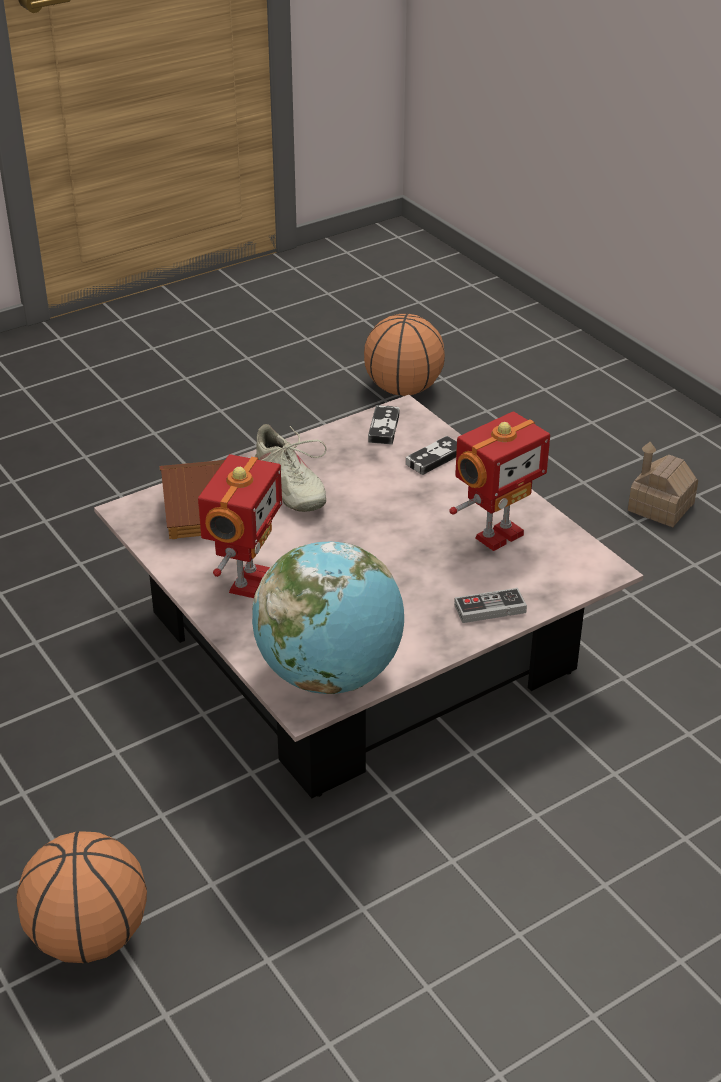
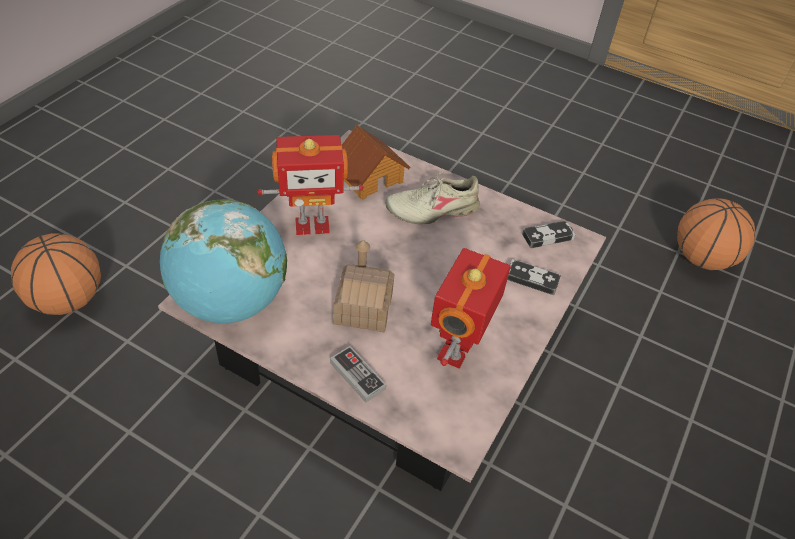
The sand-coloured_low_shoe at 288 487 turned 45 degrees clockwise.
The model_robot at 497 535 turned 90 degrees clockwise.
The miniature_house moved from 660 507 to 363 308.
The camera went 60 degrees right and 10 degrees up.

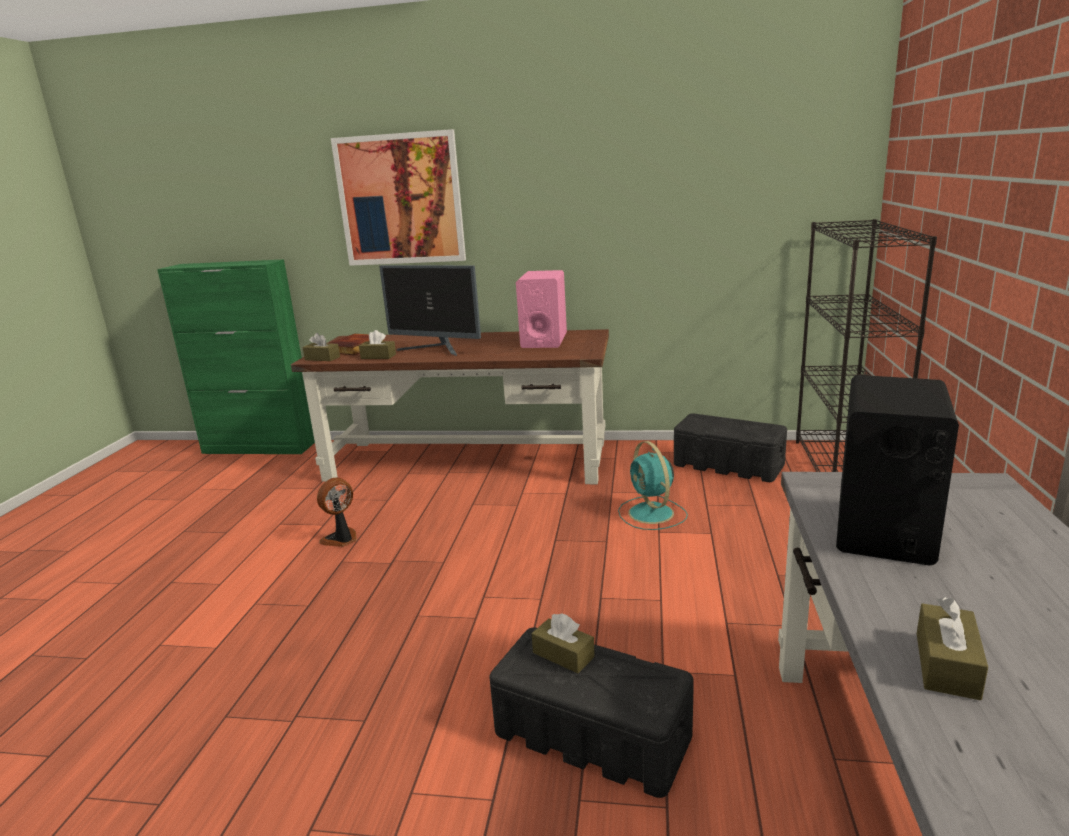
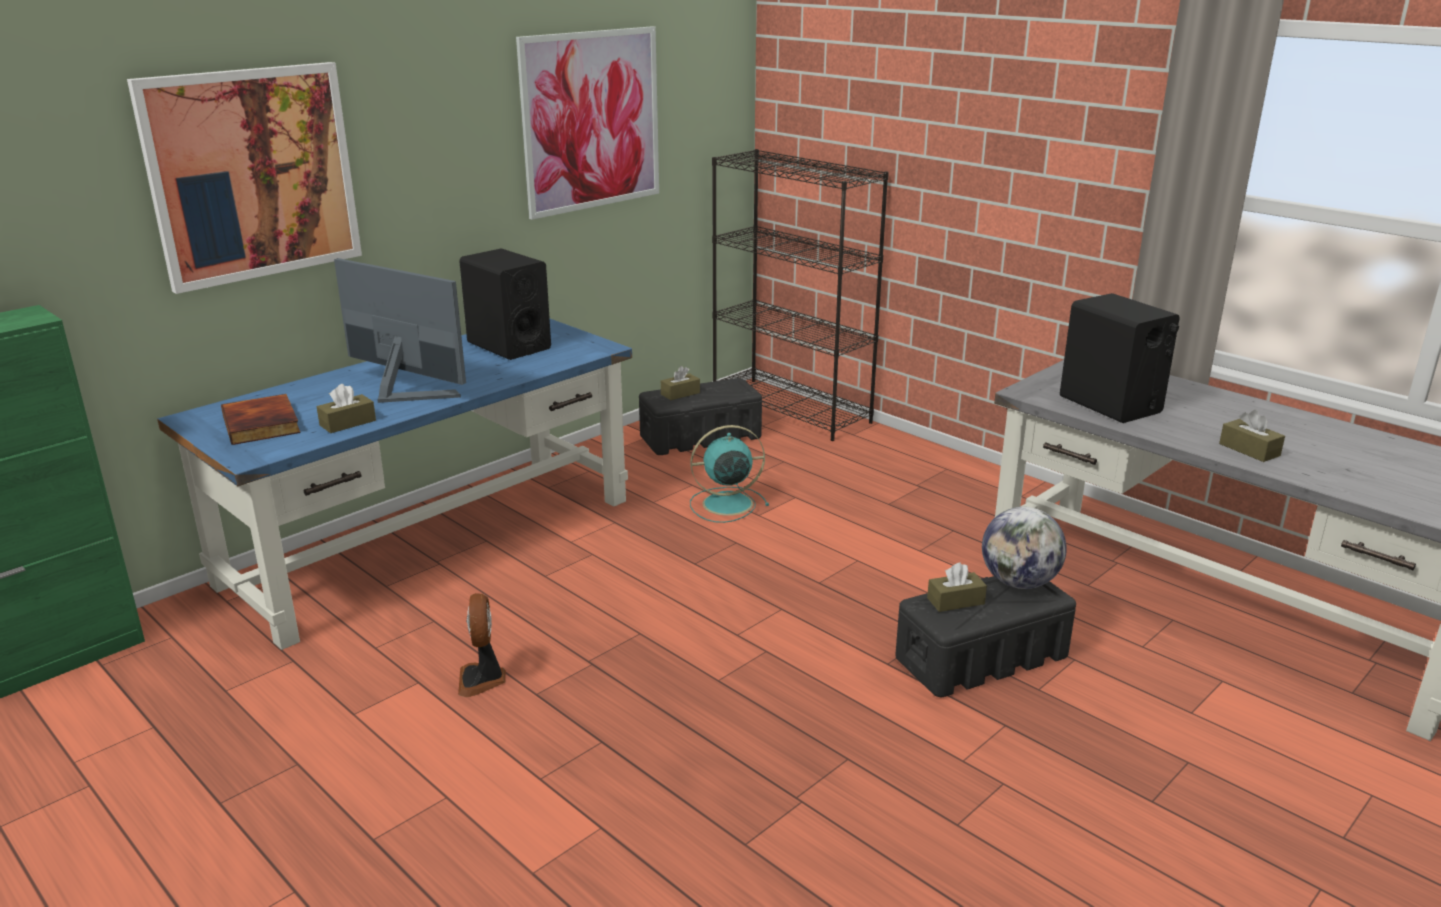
The brownish_desk_unit at 469 461 became the blue-coloured_desk_unit at 433 540.
The brownish_box_of_tissues moved from 322 358 to 680 393.
The computer_screen at 437 349 turned 120 degrees counterclockwise.
The pink_audio_speaker at 544 341 became the blackish_audio_speaker at 508 345.
The turquoise-coloured_electric_fan at 652 514 turned 150 degrees clockwise.
The wall_picture at 591 121 appeared.
The desk_globe at 1019 582 appeared.
The camera went 55 degrees left and 5 degrees up.

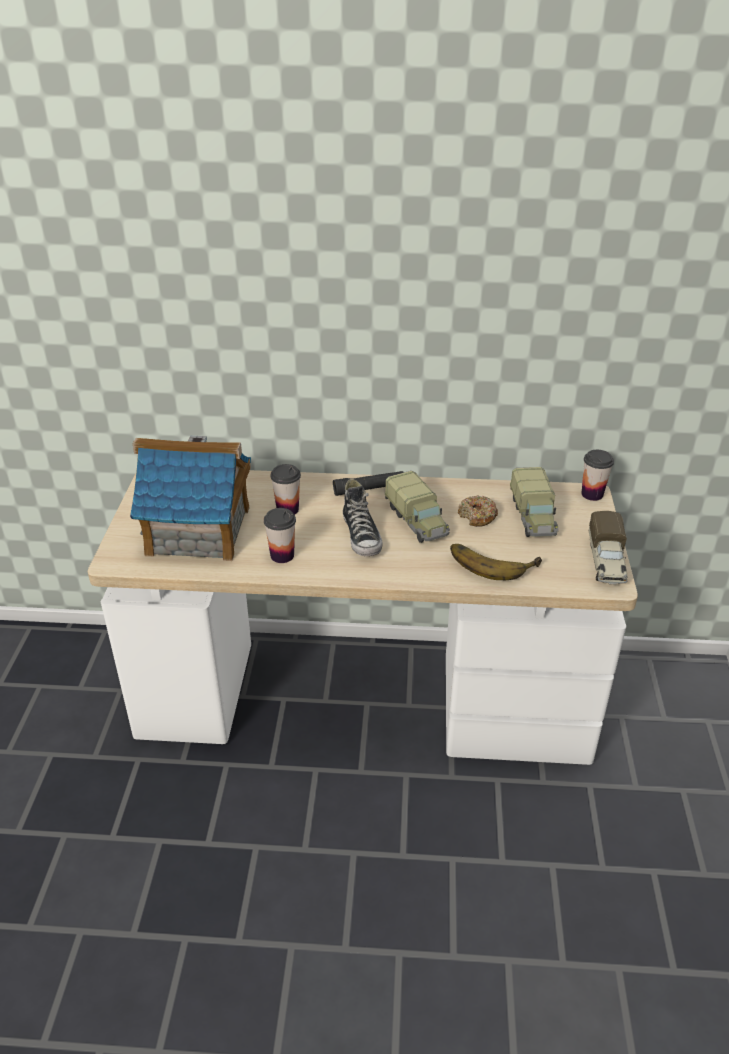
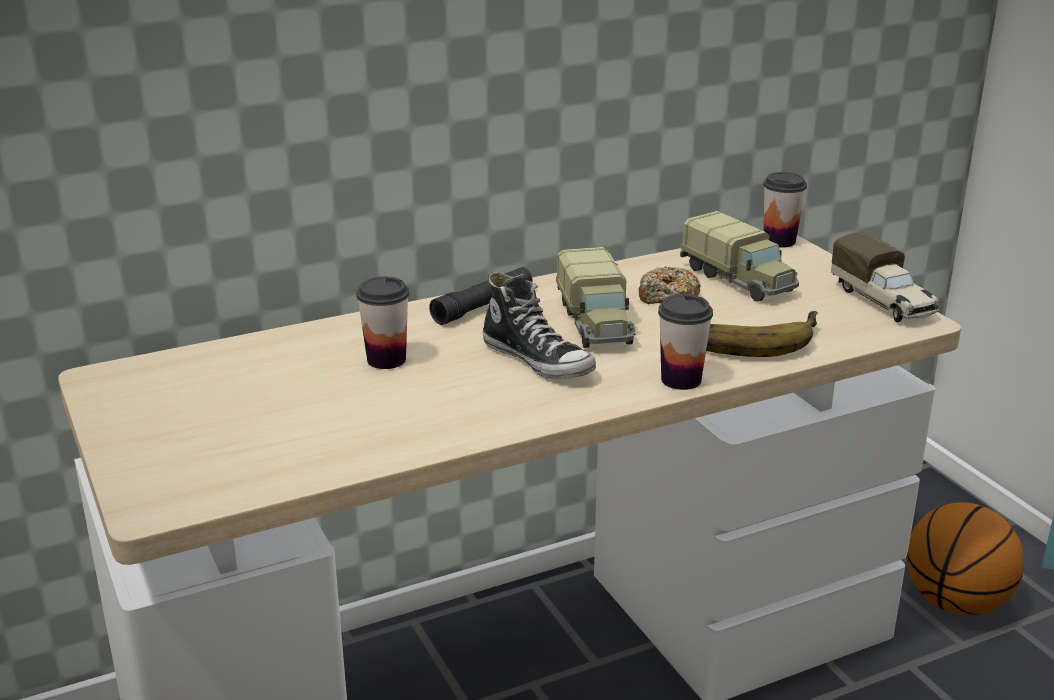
The miniature_house at 199 531 disappeared.
The drinking_cup moved from 282 555 to 681 380.
The model_truck at 417 521 turned 45 degrees clockwise.
The ball_for_basketball at 956 603 appeared.
The camera went 30 degrees left and 10 degrees down.

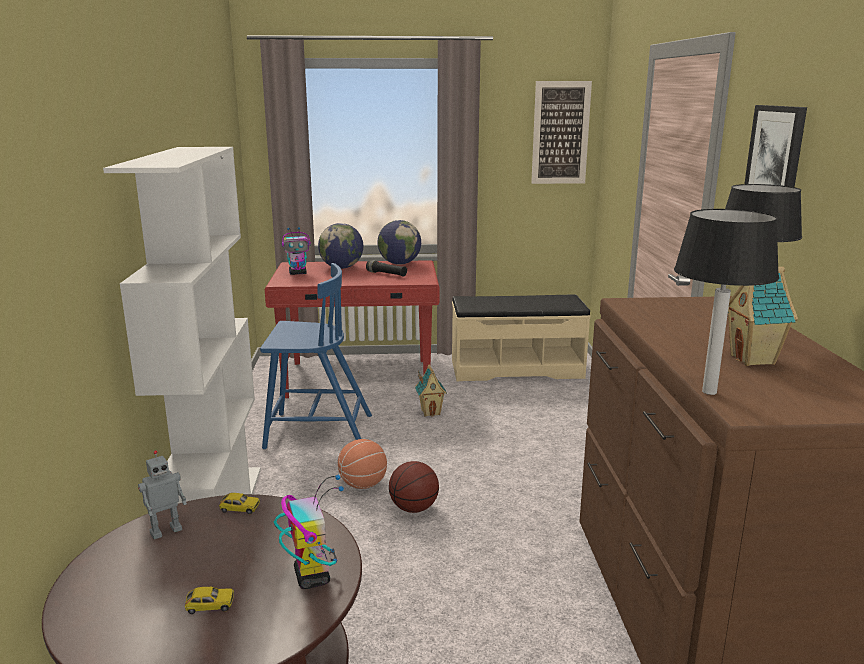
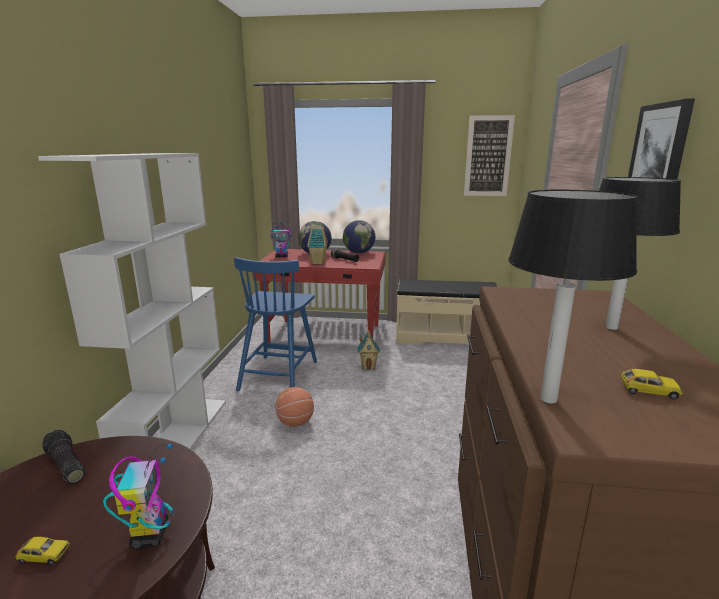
The model_robot at 165 530 was replaced by the flashlight at 65 466.
The toy_car moved from 240 508 to 648 390.
The blue-coloured_chair at 316 431 turned 90 degrees clockwise.
The ball_for_basketball at 414 508 disappeared.
The miniature_house moved from 754 359 to 318 262.
The camera went 10 degrees right and 0 degrees up.

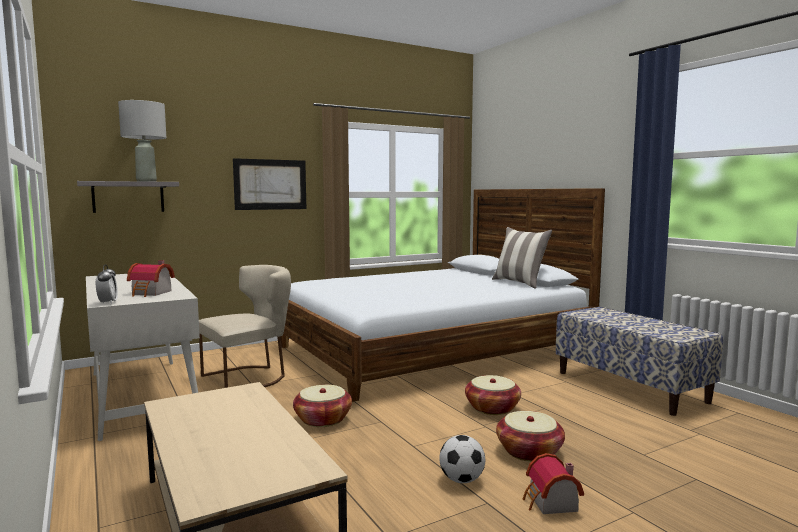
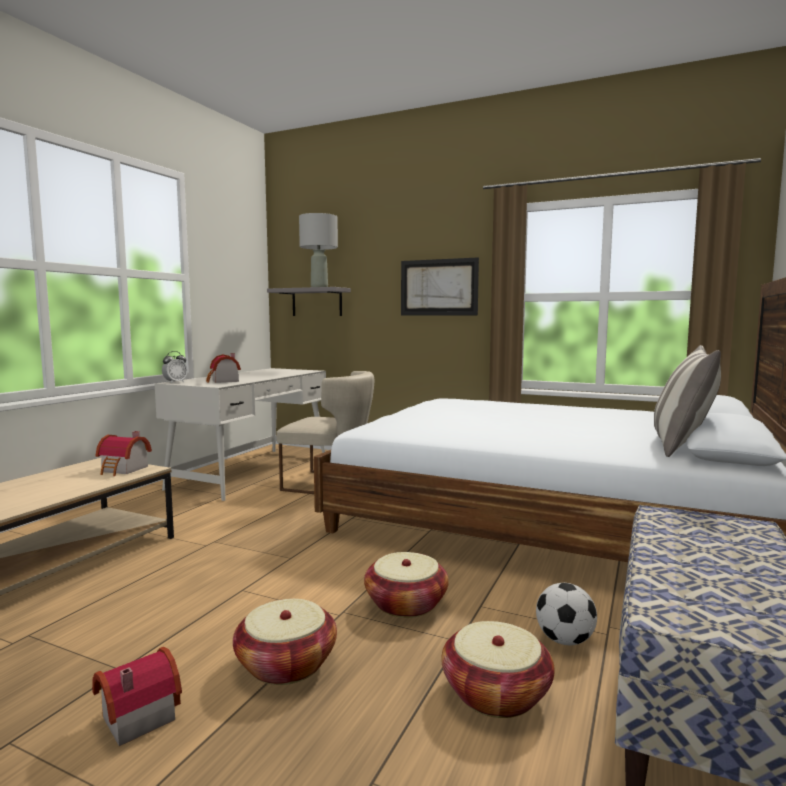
The basket moved from 322 419 to 495 693.
The ball_for_football moved from 462 480 to 565 640.
The miniature_house at 124 470 appeared.
The camera went 55 degrees right and 0 degrees up.

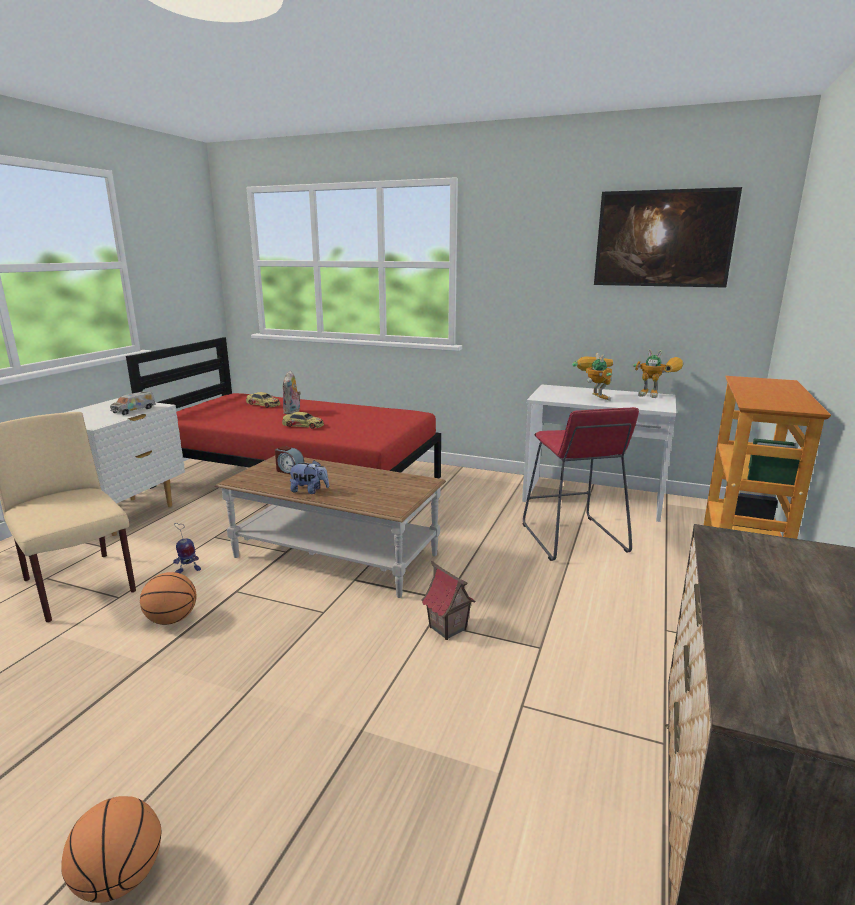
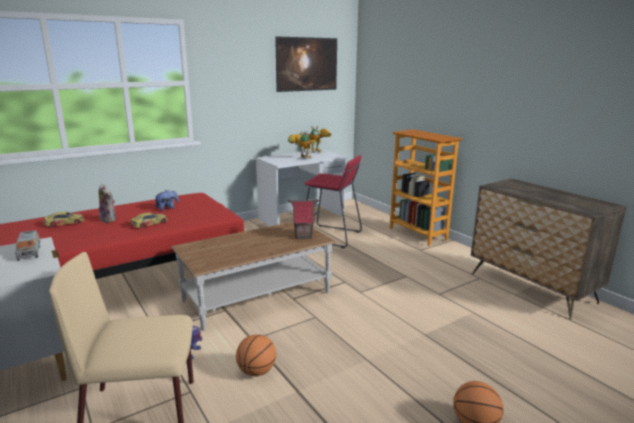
The alarm_clock at 289 471 disappeared.
The soft_toy moved from 309 491 to 167 208.
The miniature_house moved from 447 628 to 303 236.
The camera went 55 degrees left and 0 degrees up.

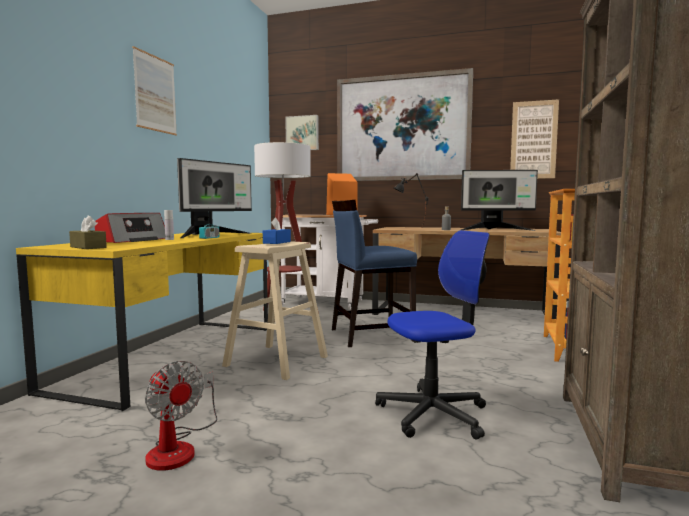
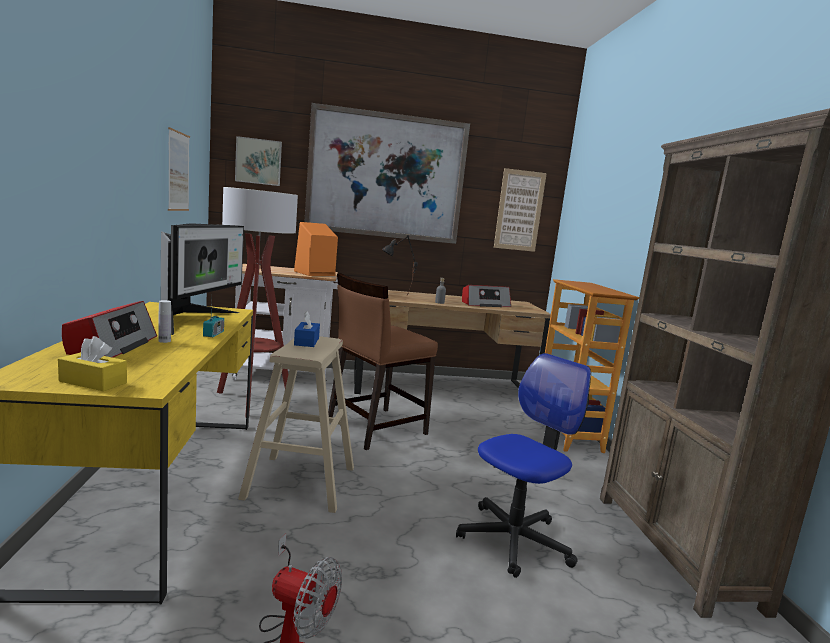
The brownish_box_of_tissues at 88 247 became the yellow_box_of_tissues at 93 382.
The wall_picture moved from 155 93 to 178 171.
The blue-coloured_chair at 370 335 became the brownish_chair at 375 428.
The computer_screen at 494 230 was replaced by the radio_set at 484 304.
The camera went 25 degrees left and 5 degrees up.

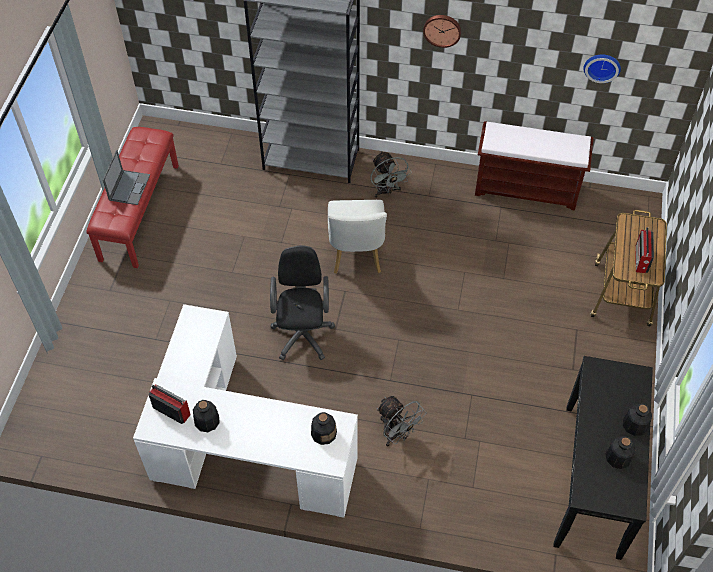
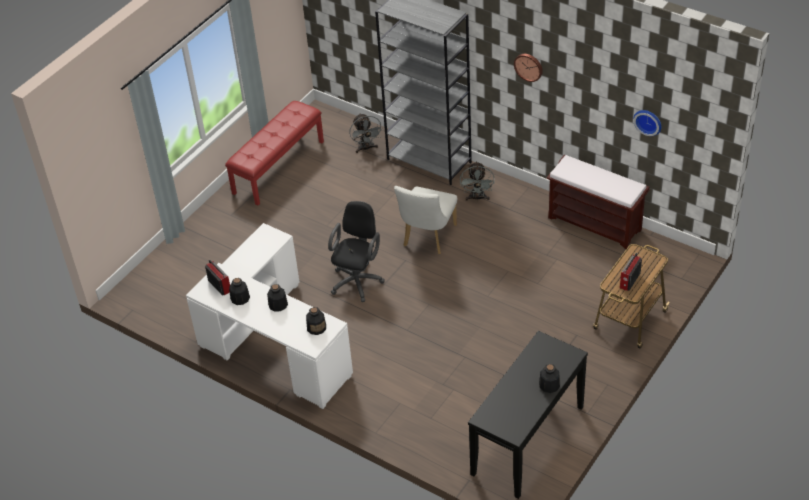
The notebook_computer at 129 187 disappeared.
The grey_electric_fan moved from 397 434 to 366 148.
The drink_bottle moved from 618 457 to 278 305.
The camera went 25 degrees right and 10 degrees down.

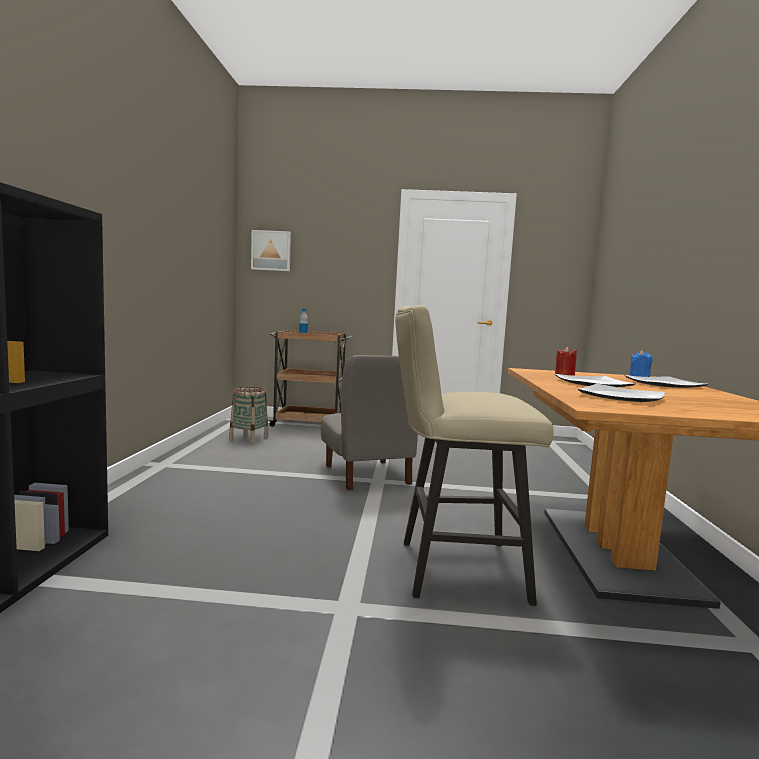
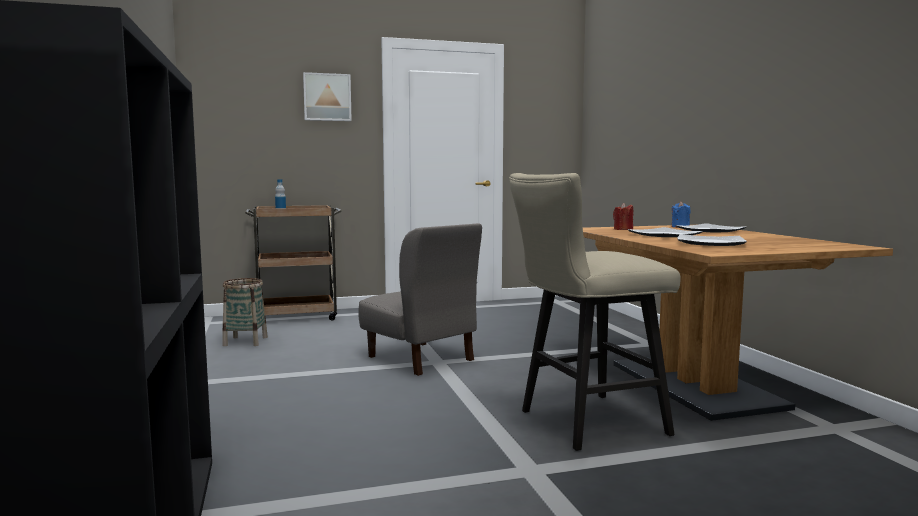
The wall_picture moved from 271 250 to 327 97.
The camera went 20 degrees left and 0 degrees up.

